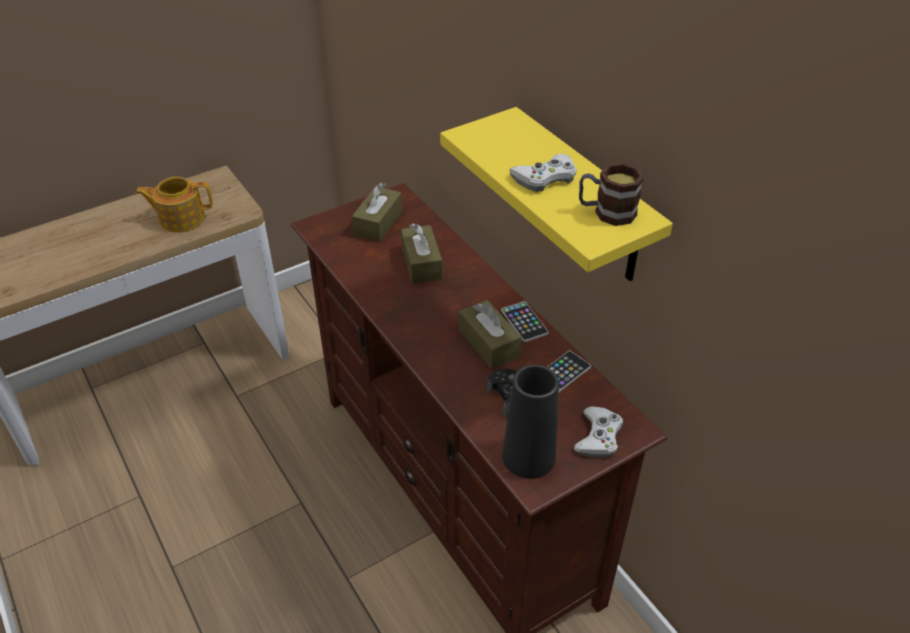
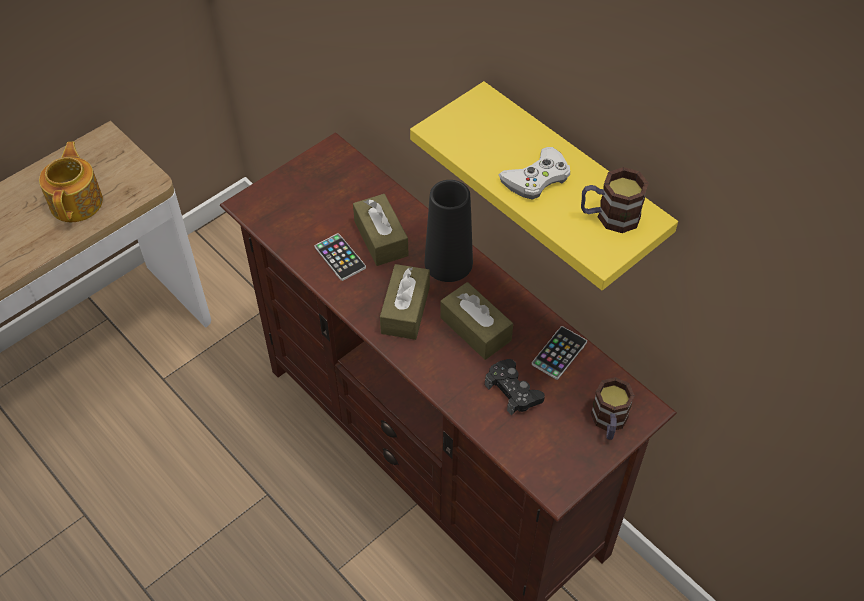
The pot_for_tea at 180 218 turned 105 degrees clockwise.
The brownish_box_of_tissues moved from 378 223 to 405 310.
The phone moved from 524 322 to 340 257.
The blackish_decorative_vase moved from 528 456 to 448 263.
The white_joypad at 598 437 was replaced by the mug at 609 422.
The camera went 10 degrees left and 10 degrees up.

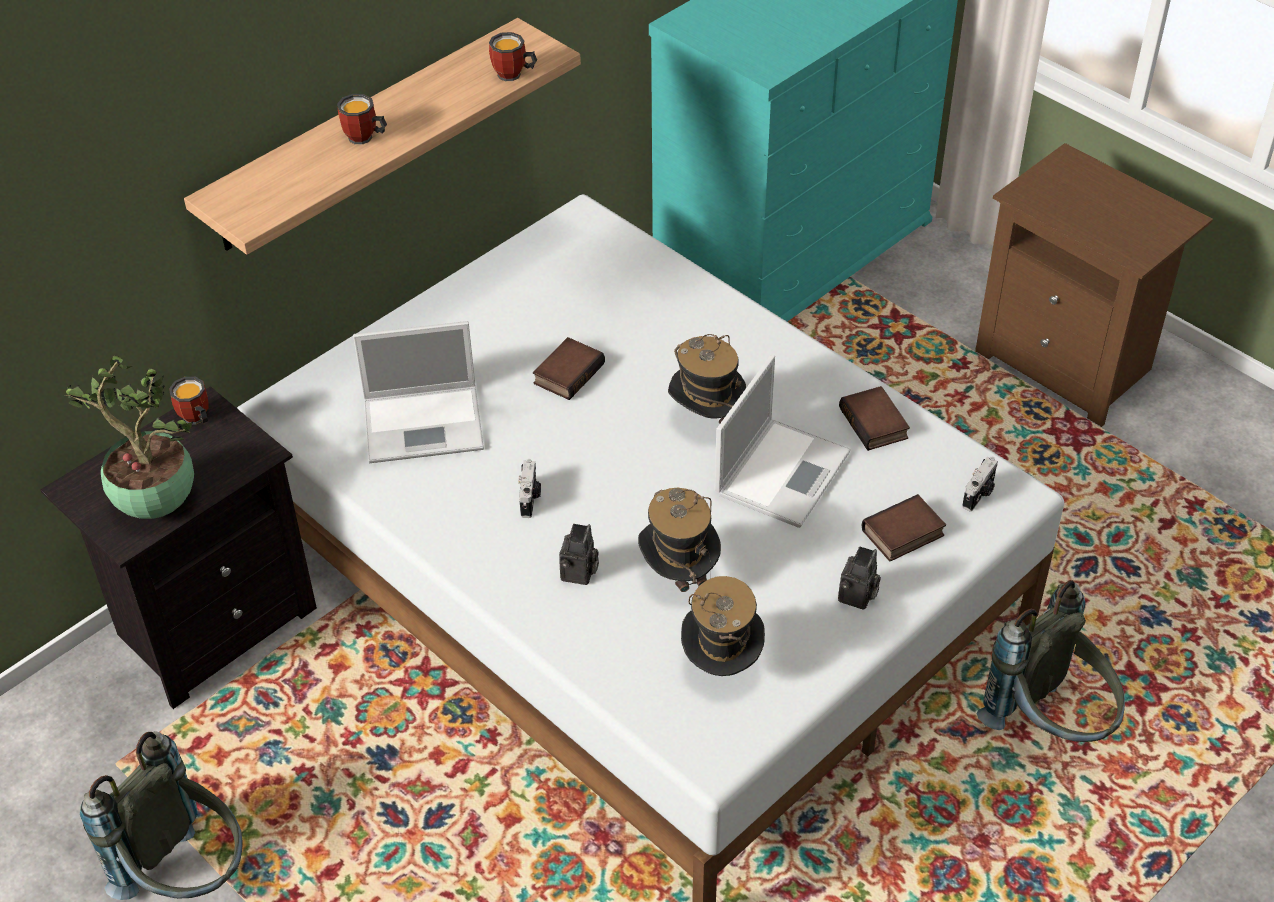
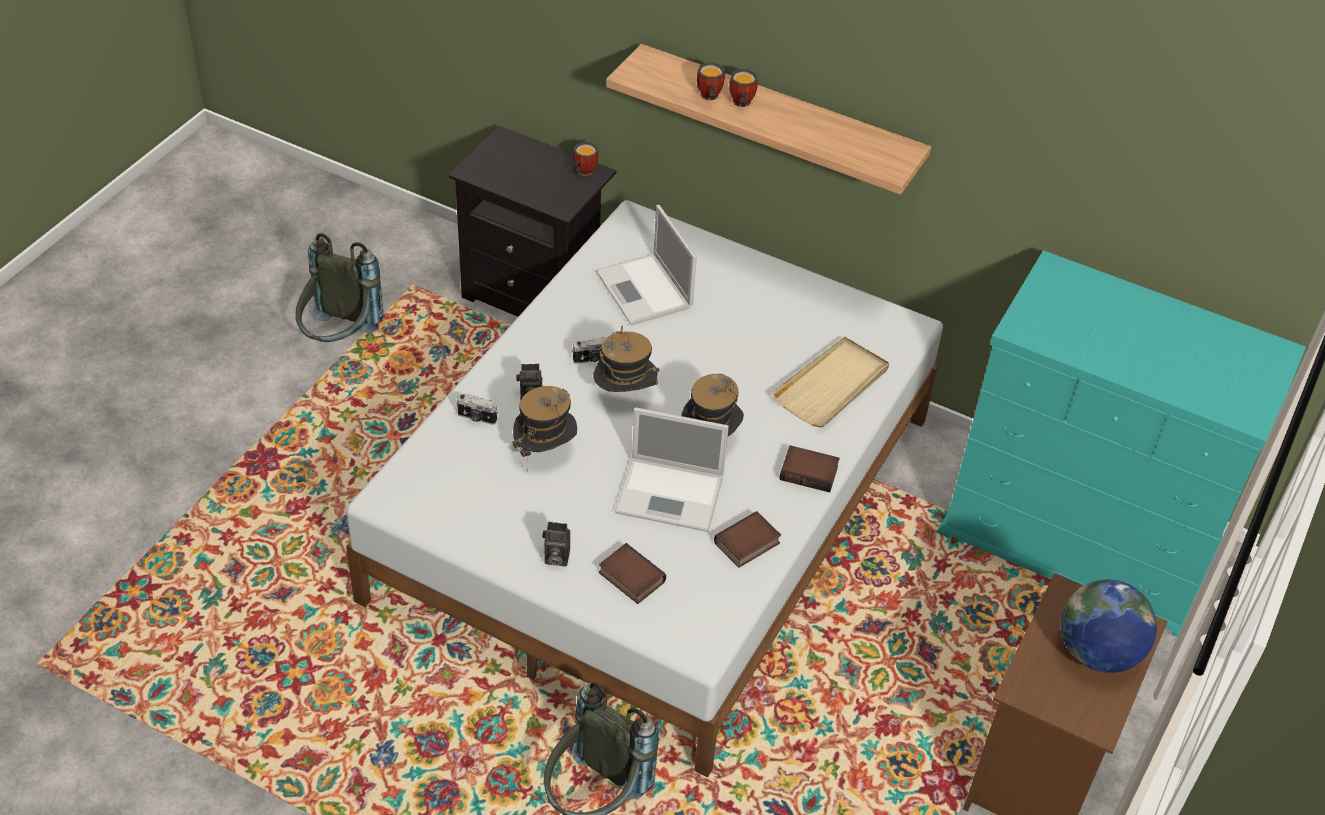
The potted_plant at 154 504 disappeared.
The mug moved from 513 76 to 708 97.
The bound_book moved from 568 372 to 810 472.
The clothing_hat moved from 721 665 to 624 396.
The photo_camera moved from 979 494 to 477 418.
The sand-coloured_carrying_tray at 832 385 appeared.
The desk_globe at 1097 653 appeared.
The camera went 70 degrees right and 0 degrees up.

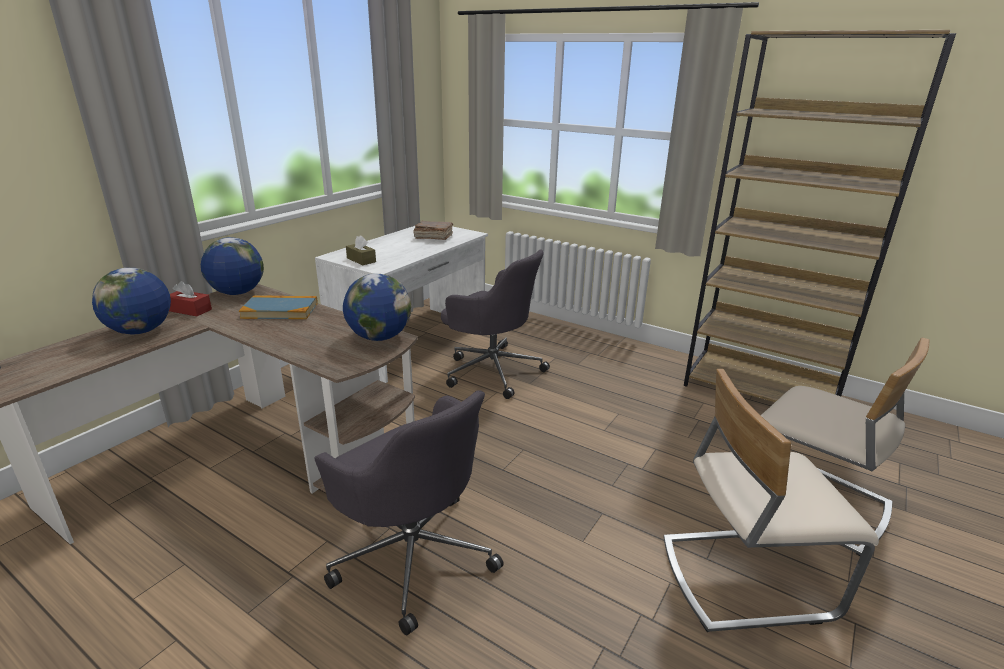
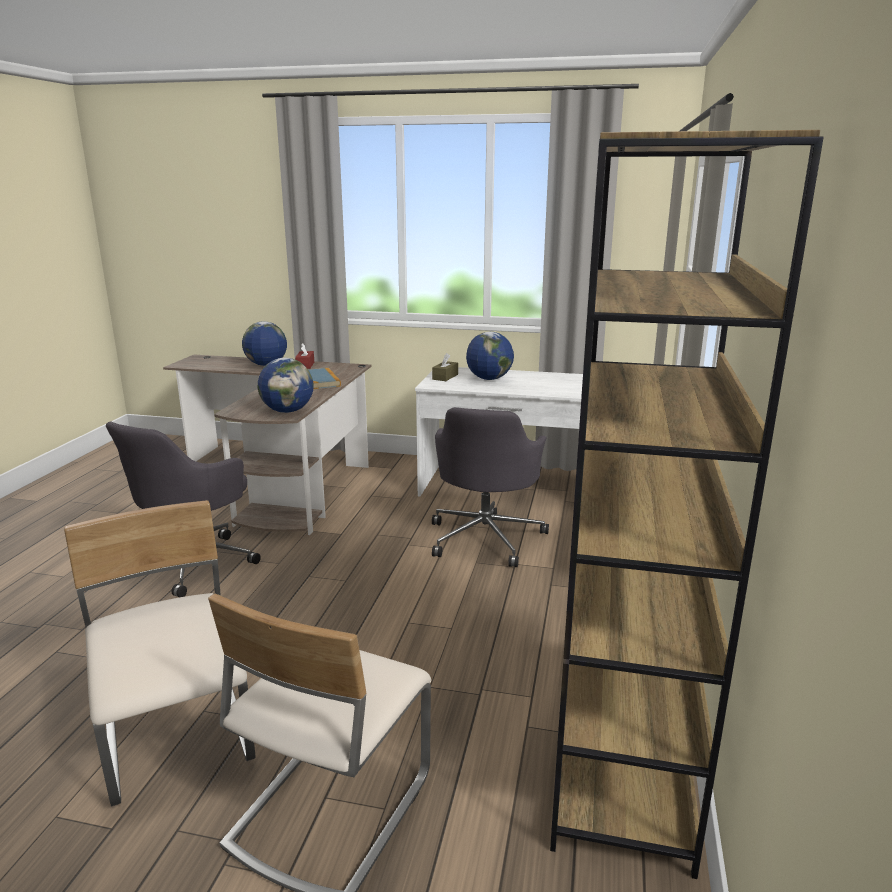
The desk_globe moved from 237 293 to 489 379.
The brownish_bound_book at 433 237 disappeared.
The camera went 70 degrees right and 5 degrees down.

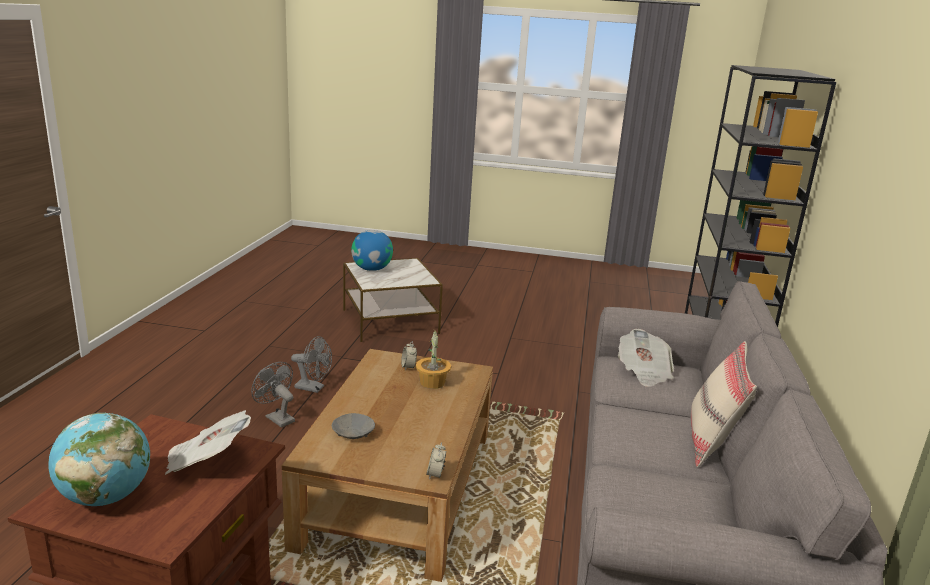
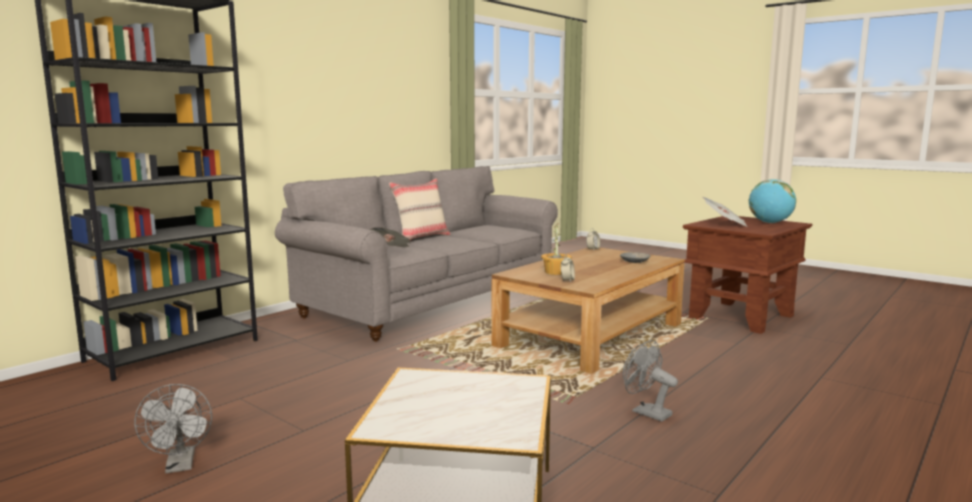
The grey_electric_fan moved from 276 418 to 180 465.
The desk_globe at 372 269 disappeared.
The camera went 150 degrees left and 10 degrees down.

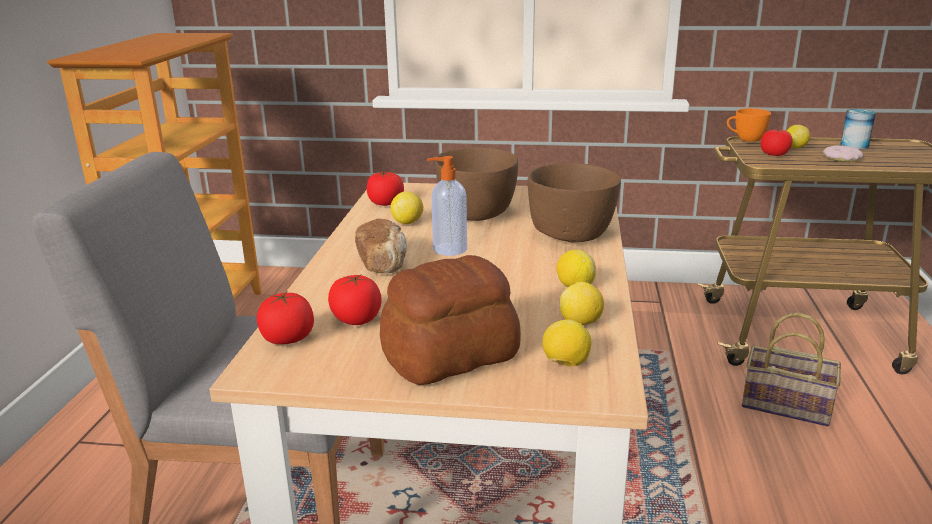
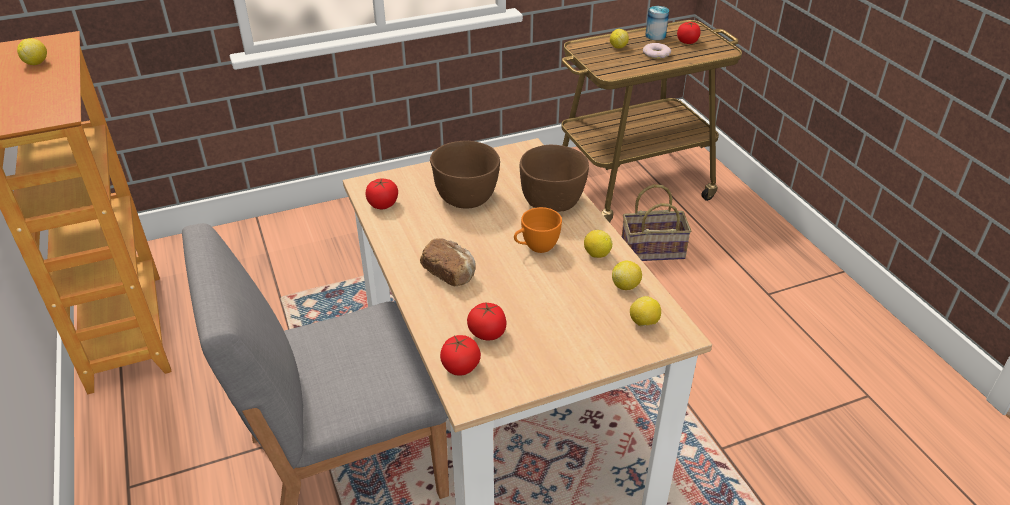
The bread at 452 356 disappeared.
The citrus_fruit moved from 407 222 to 36 63.
The soap_bottle at 448 249 disappeared.
The orangey_drinking_cup moved from 745 139 to 536 247.
The tomato moved from 774 154 to 687 41.
The camera went 30 degrees left and 15 degrees up.

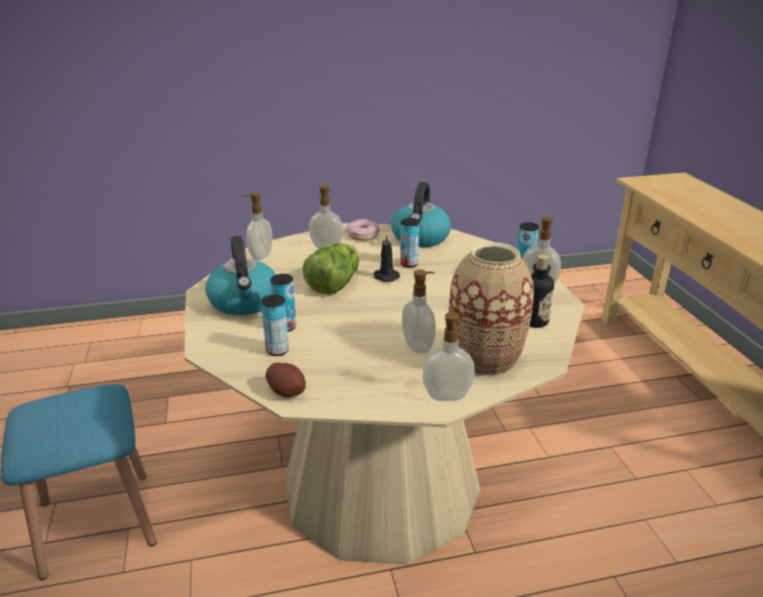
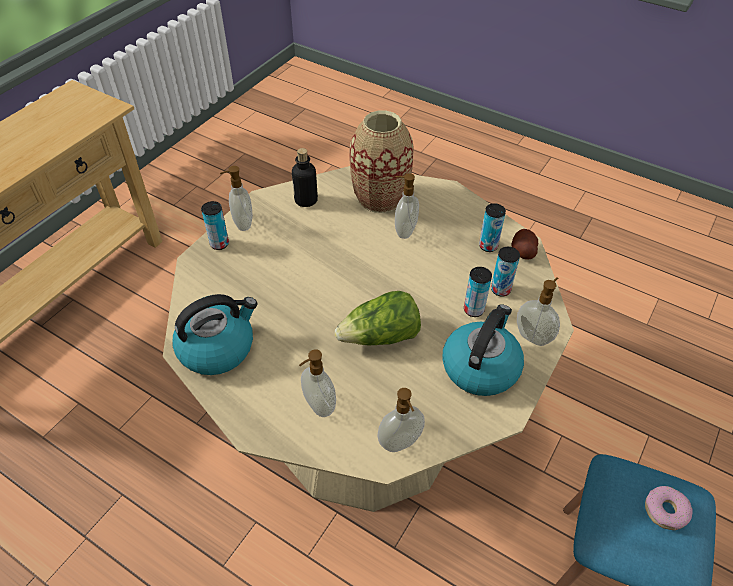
The donut moved from 363 235 to 665 510.
The blackish_wax_candle at 385 277 disappeared.
The can moved from 409 264 to 488 246.
The soap_bottle moved from 447 397 to 533 336.
The camera went 135 degrees left and 20 degrees up.

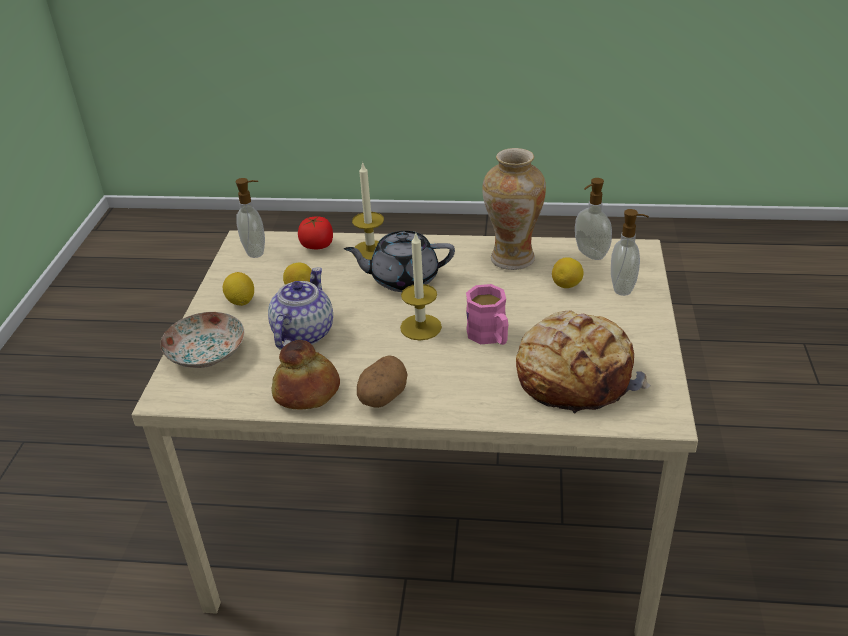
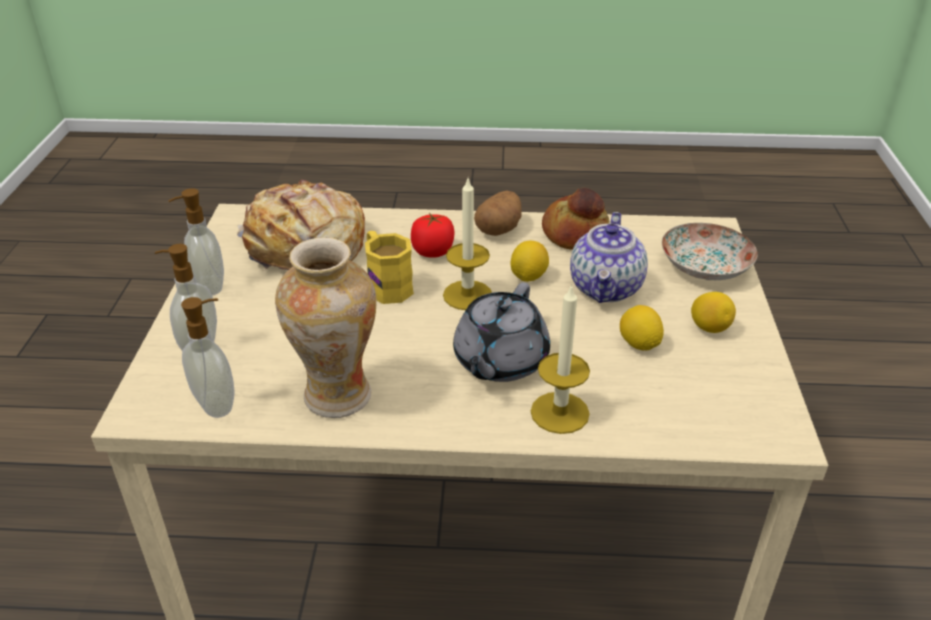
The soap_bottle moved from 256 251 to 208 286.
The tomato moved from 317 245 to 433 251.
The grey_pot_for_tea at 403 279 turned 120 degrees clockwise.
The pink_mug at 490 337 became the yellow_mug at 386 284.
The citrus_fruit moved from 567 285 to 528 276.
The camera went 175 degrees right and 0 degrees up.

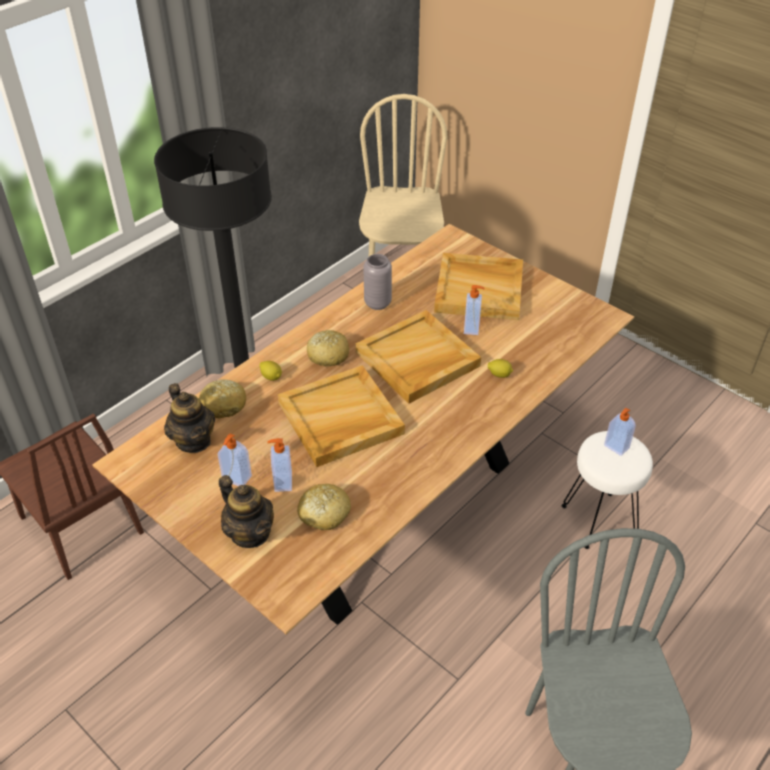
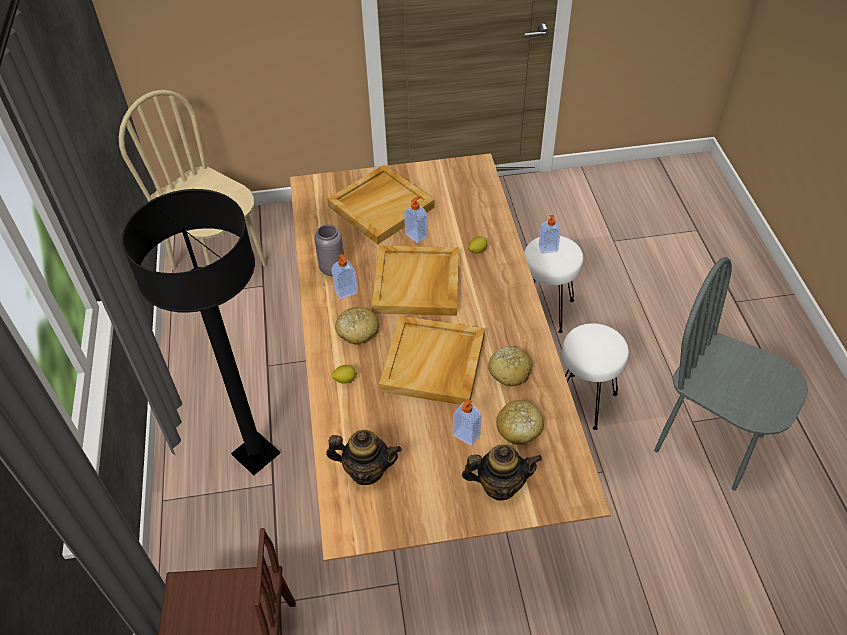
The bread moved from 224 405 to 510 371.
The soap_bottle moved from 236 479 to 346 292.
The white_stool_seat at 584 401 appeared.
The camera went 50 degrees left and 5 degrees up.

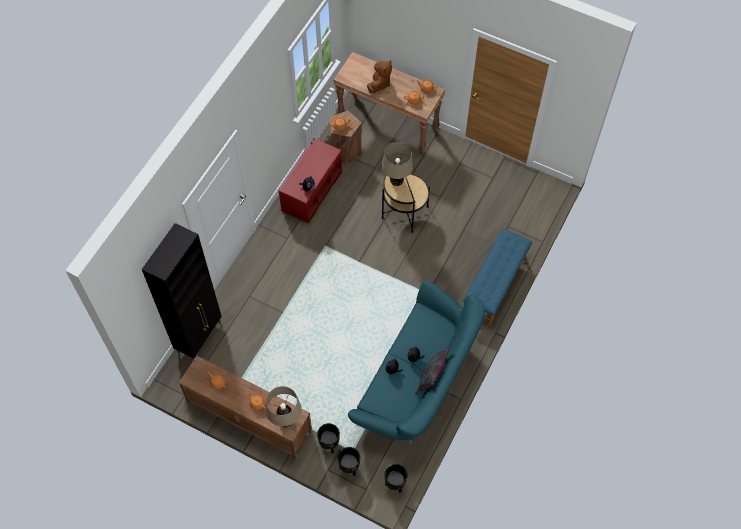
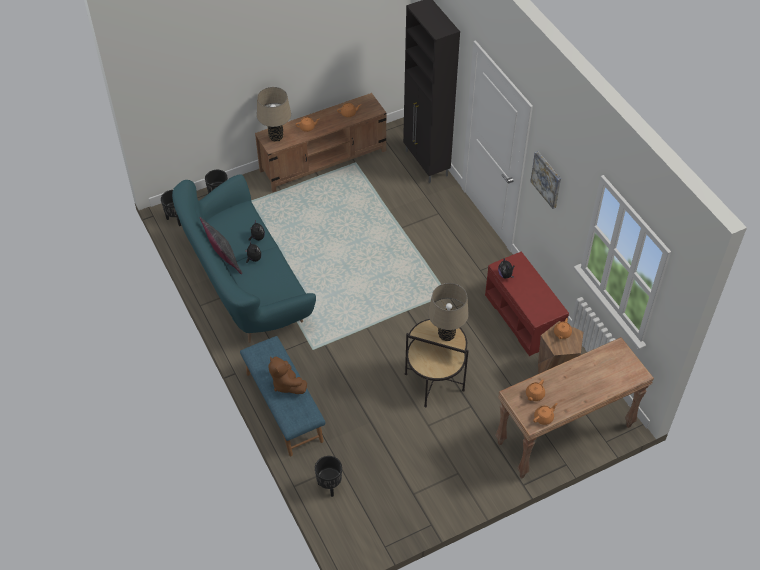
The blackish_planter moved from 329 444 to 330 486.
The brownish_soft_toy moved from 379 83 to 286 384.
The wall_picture at 547 179 appeared.
The camera went 125 degrees right and 10 degrees down.

